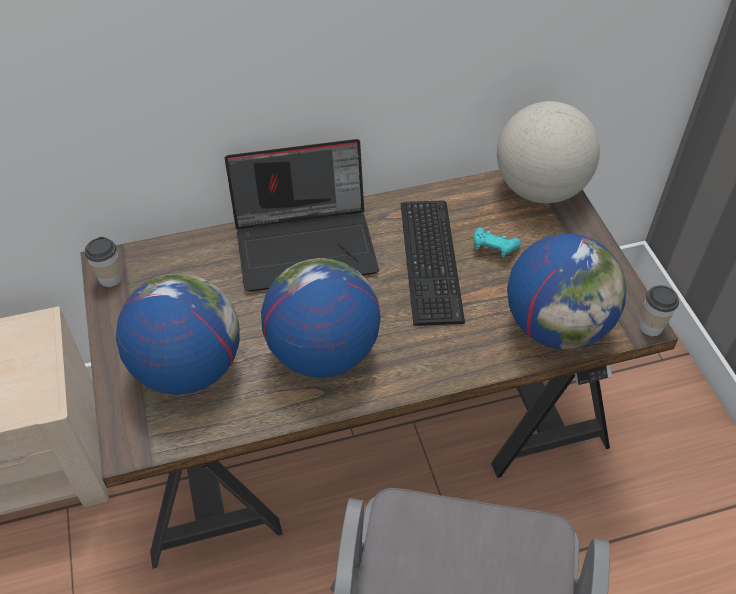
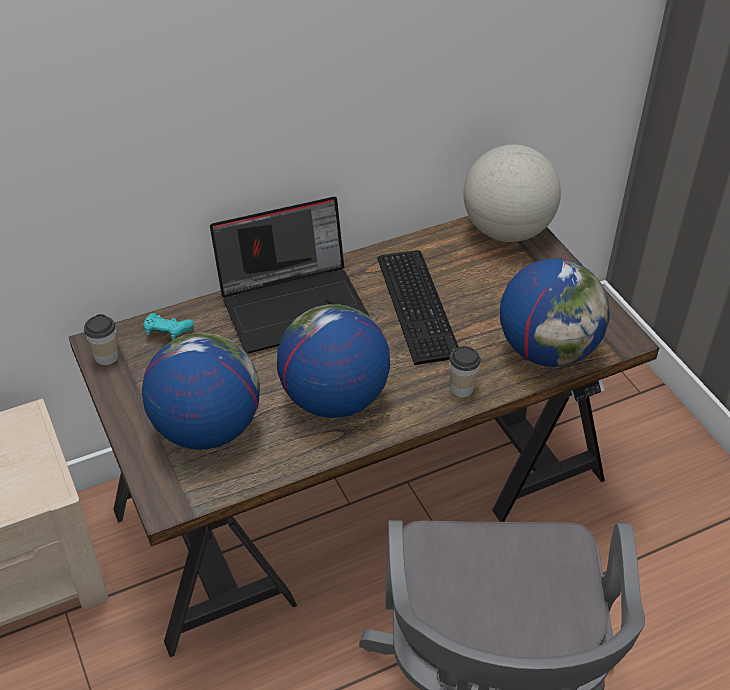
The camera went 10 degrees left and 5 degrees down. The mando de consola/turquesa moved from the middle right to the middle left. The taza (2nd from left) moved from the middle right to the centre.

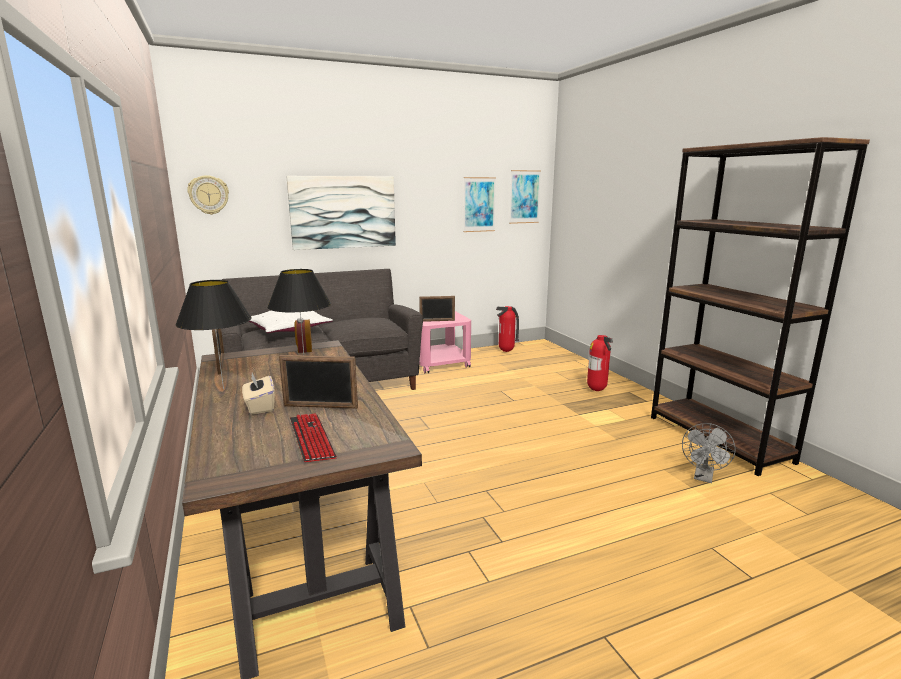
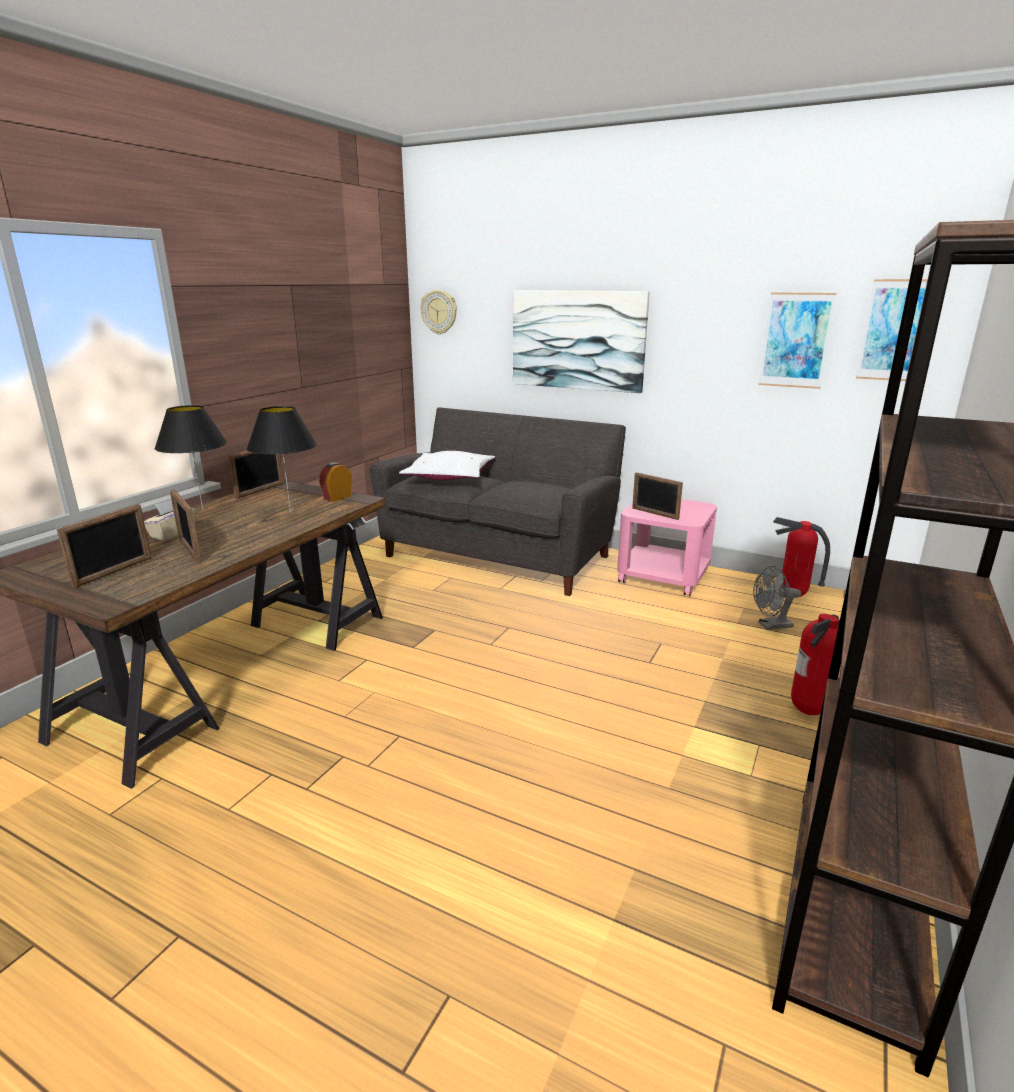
The camera went 50 degrees right and 5 degrees up. The ventilador/gris moved from the bottom right to the middle right. The teclado at the centre was replaced by the portarretratos (1st from left) at the middle left.

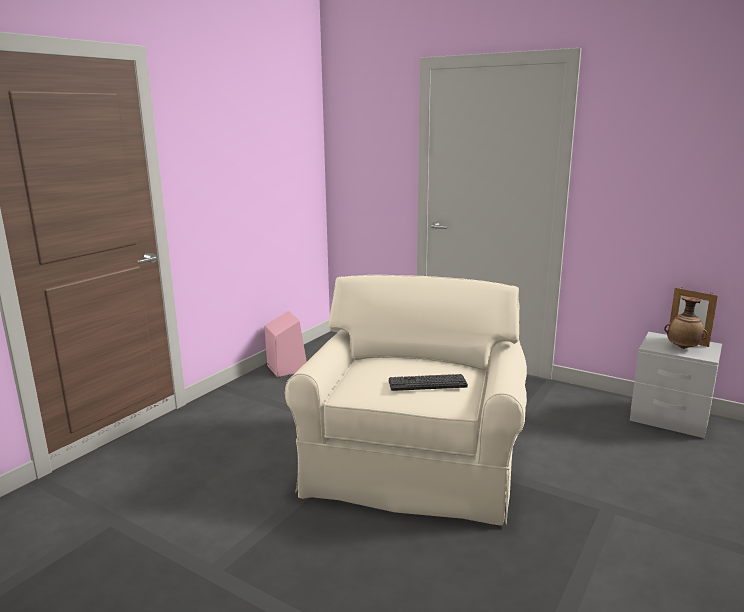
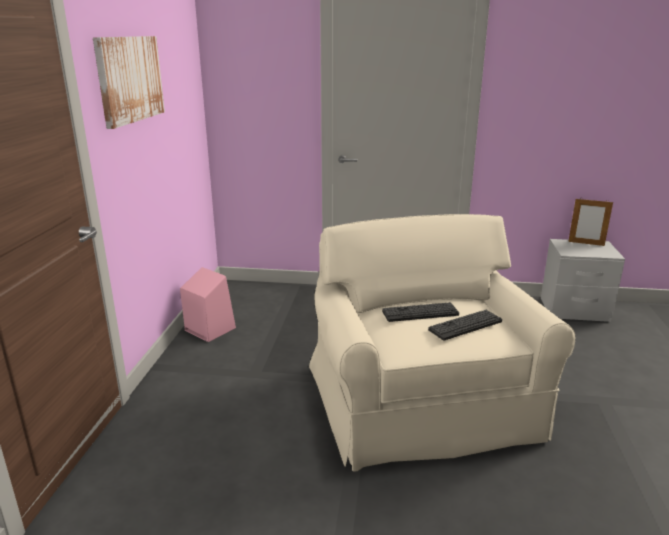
The camera went 25 degrees left and 5 degrees up. The florero at the middle right disappeared. The cuadro at the top left appeared. The teclado (1st from left) at the centre appeared.

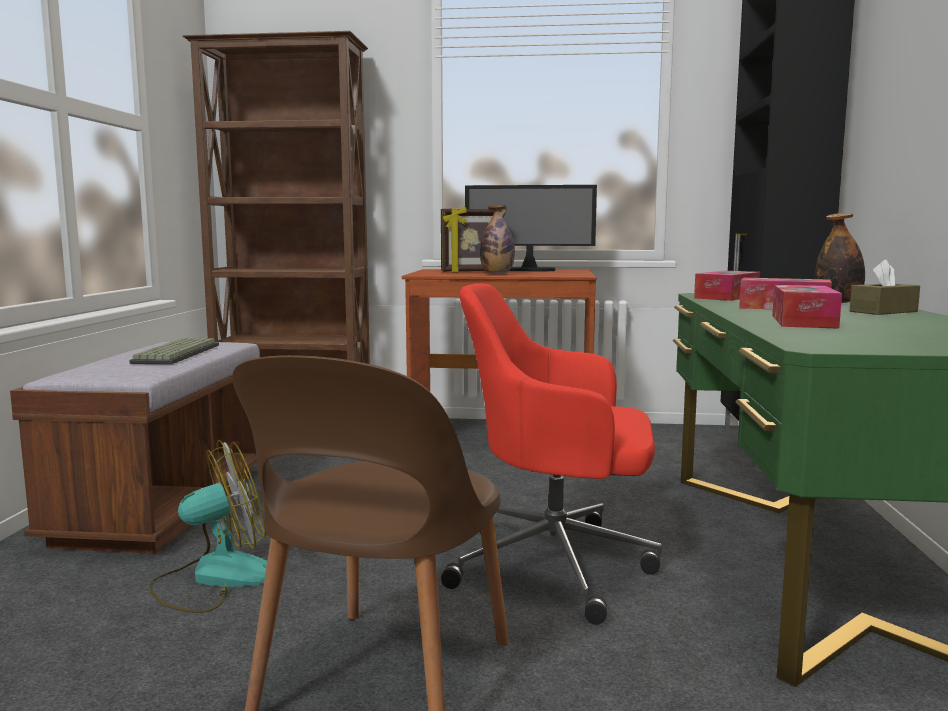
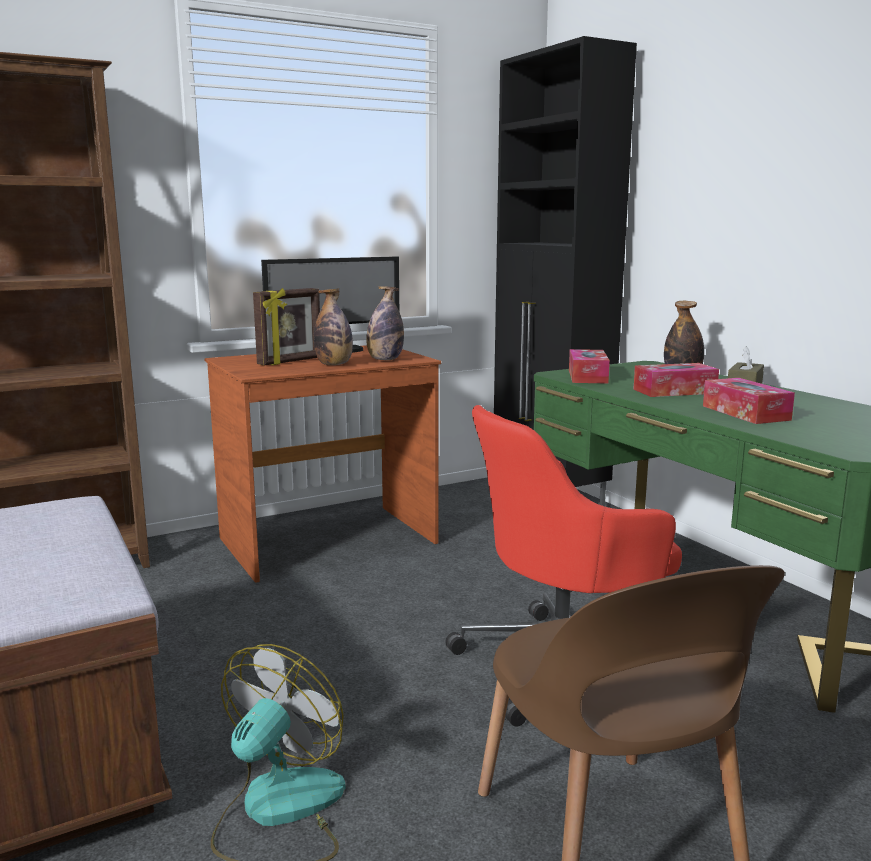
The camera went 35 degrees left and 5 degrees up. The teclado at the middle left disappeared. The botella (2nd from left) at the centre appeared.

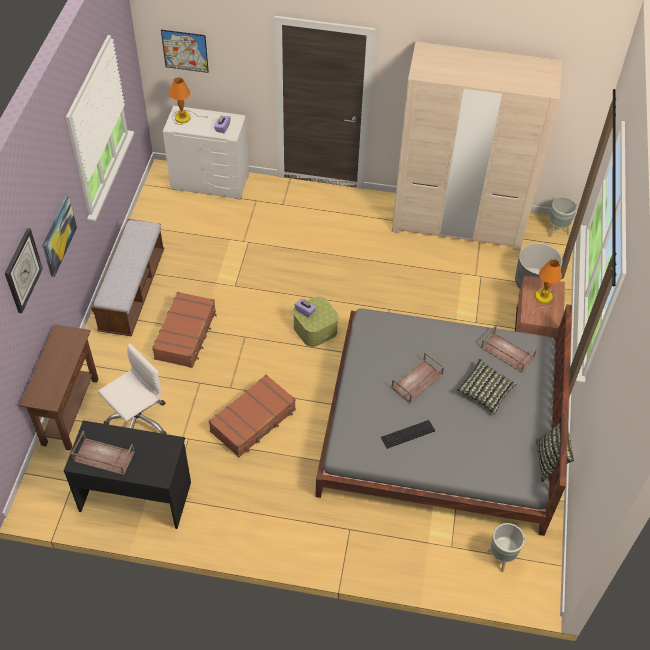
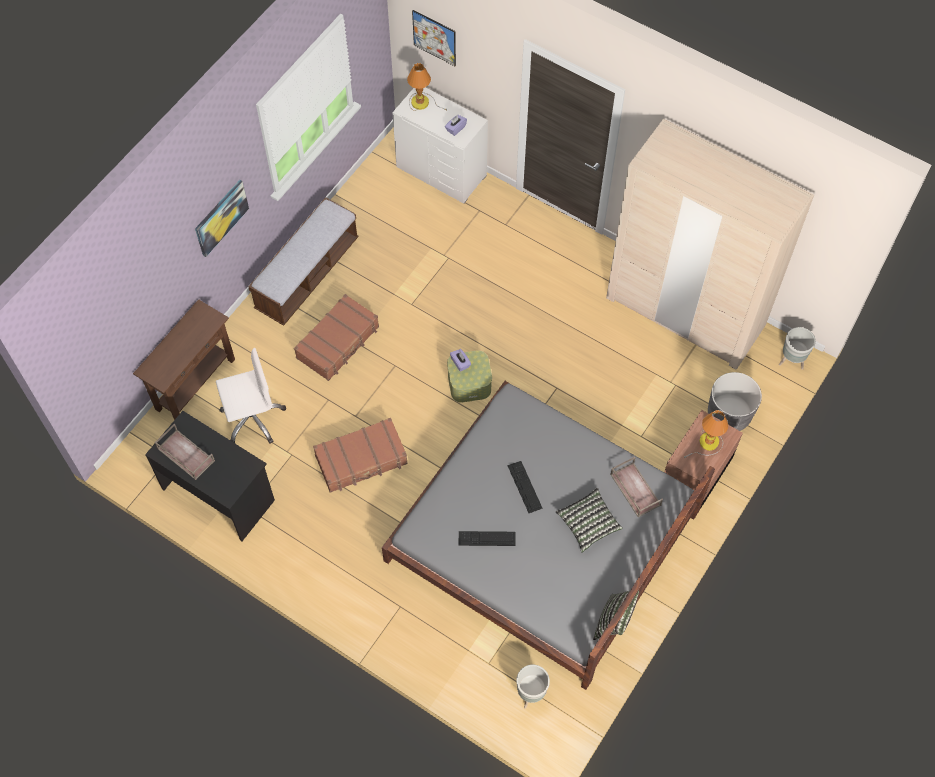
The camera went 25 degrees right and 10 degrees up. The reloj de pared at the middle left disappeared. The bandeja/marrón (2nd from left) at the centre was replaced by the teclado (2nd from left) at the centre.

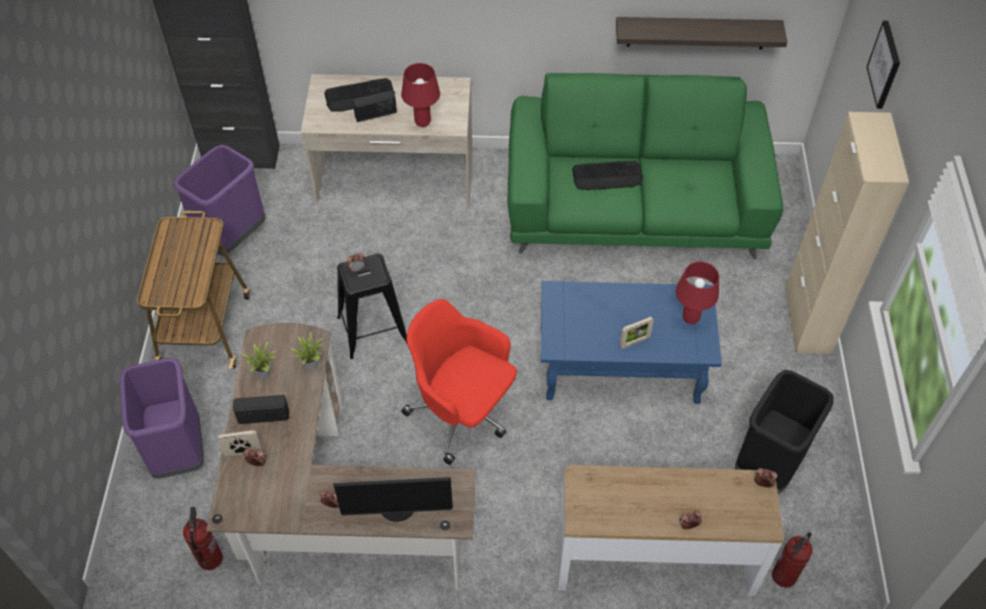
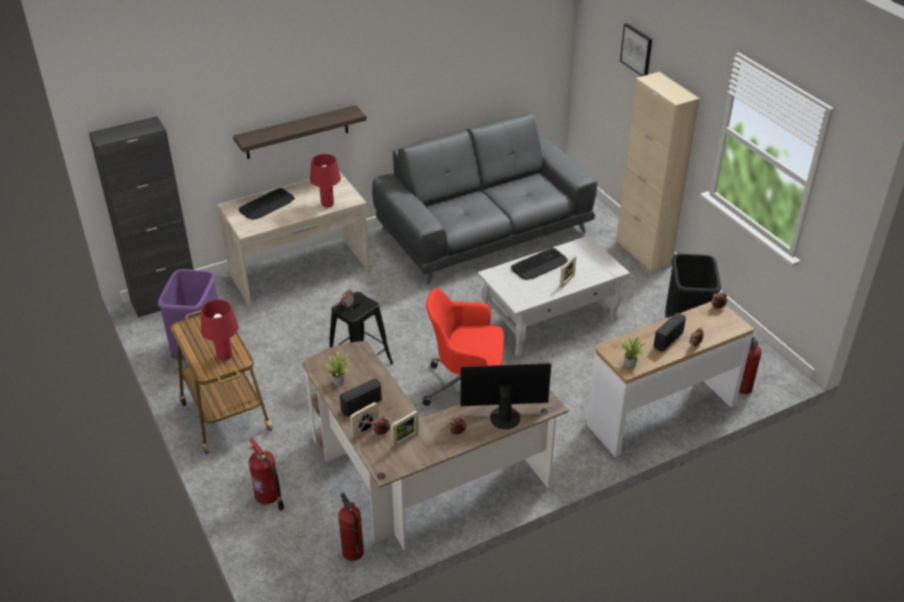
The camera went 30 degrees left and 15 degrees down. The portarretratos (2nd from left) at the bottom centre appeared. The planta en maceta (2nd from left) moved from the middle left to the middle right. The radio (2nd from left) moved from the top centre to the middle right. The teclado (2nd from left) moved from the top centre to the centre. The estante moved from the top right to the top left. The lámpara de mesa/rojo (2nd from left in the first image) moved from the middle right to the middle left. The papelera/morado (1st from left) at the bottom left was replaced by the extintor (1st from left) at the bottom left. The sofá/verde at the top centre became the sofá/gris at the top centre. The mesa de centro/azul at the centre became the mesa de centro/blanco at the centre. The monitor at the bottom centre turned 150 degrees counterclockwise.

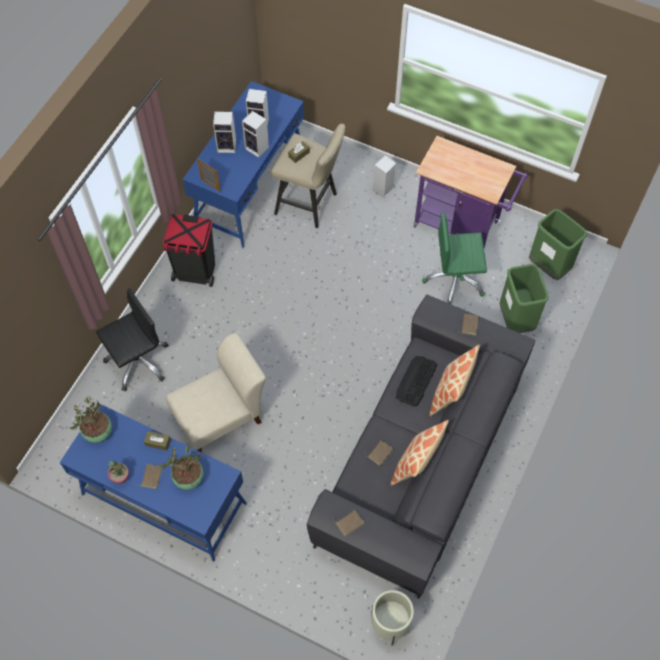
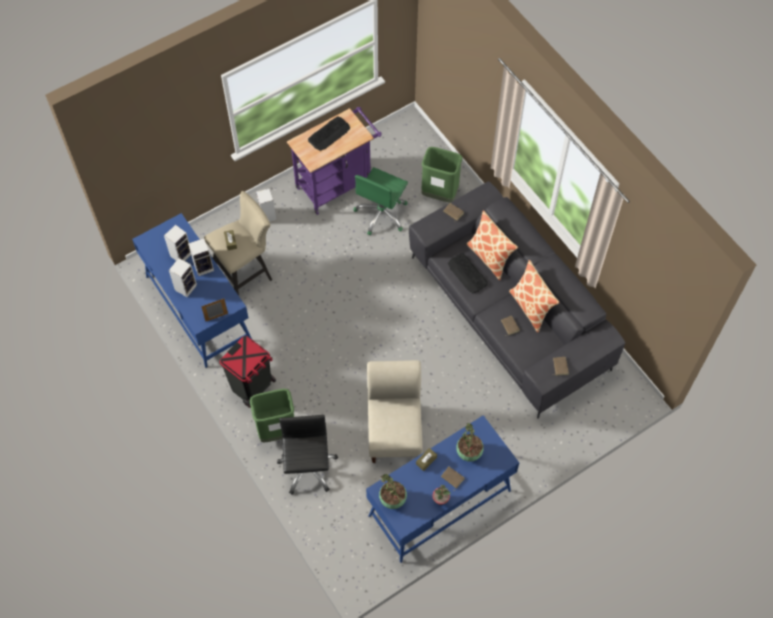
The camera went 60 degrees left and 0 degrees up. The maceta/beis at the bottom centre disappeared. The teclado (1st from left) at the top centre appeared. The papelera/verde (2nd from left in the first image) moved from the middle right to the bottom centre.

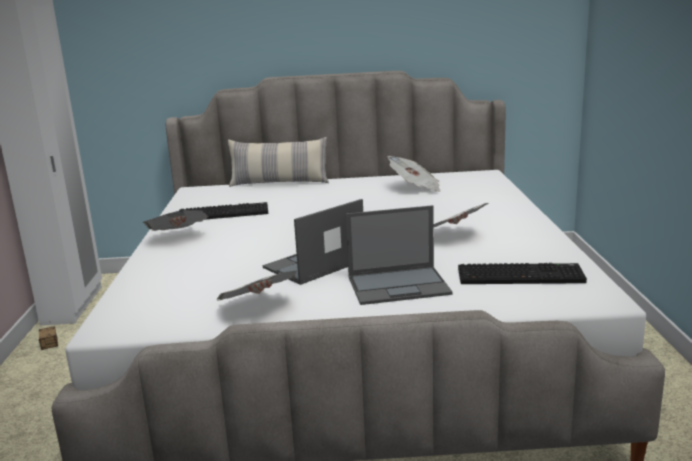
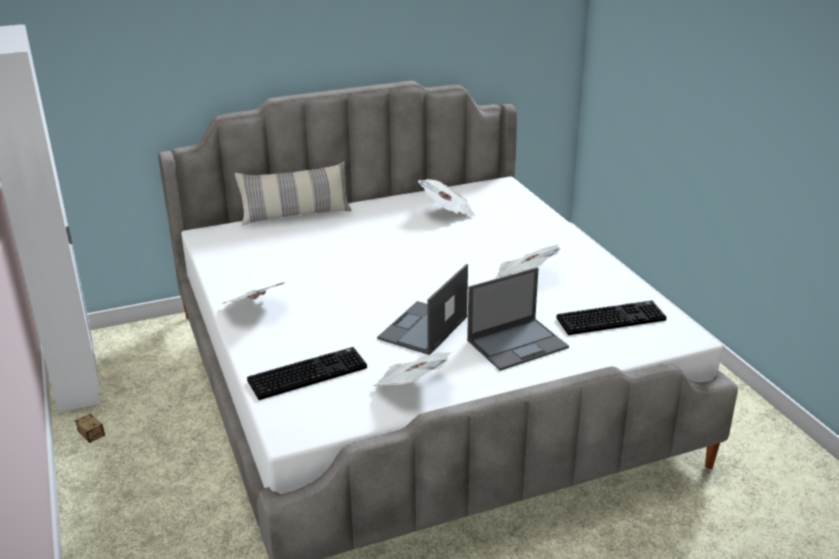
The camera went 20 degrees left and 10 degrees up. The teclado (1st from left) moved from the middle left to the bottom centre.

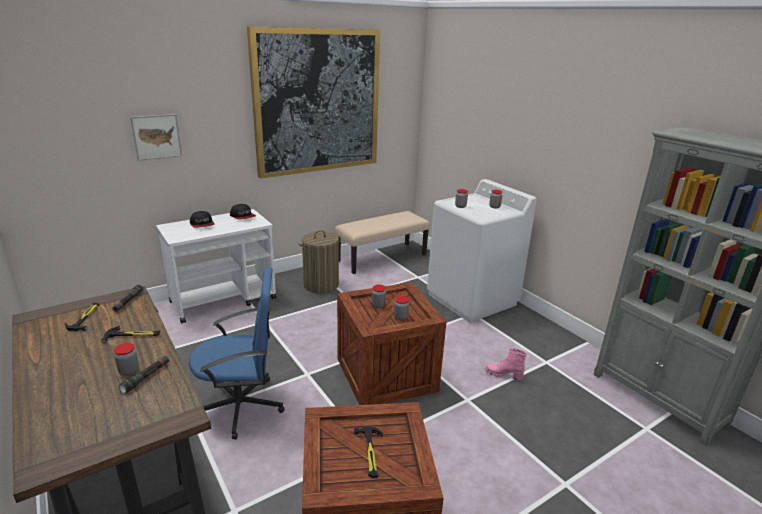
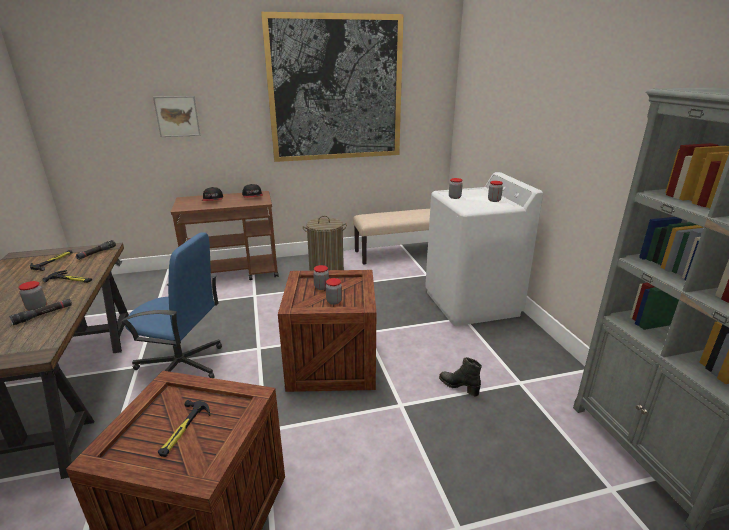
The camera went 20 degrees right and 0 degrees up. The carrito/blanco at the middle left became the carrito/marrón at the middle left. The bota/rosa at the bottom centre became the bota/negro at the bottom centre.

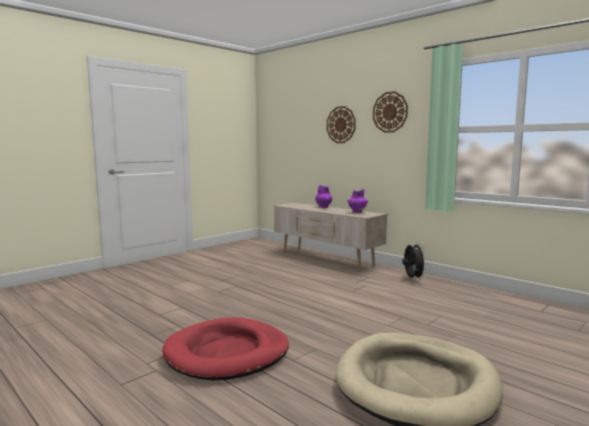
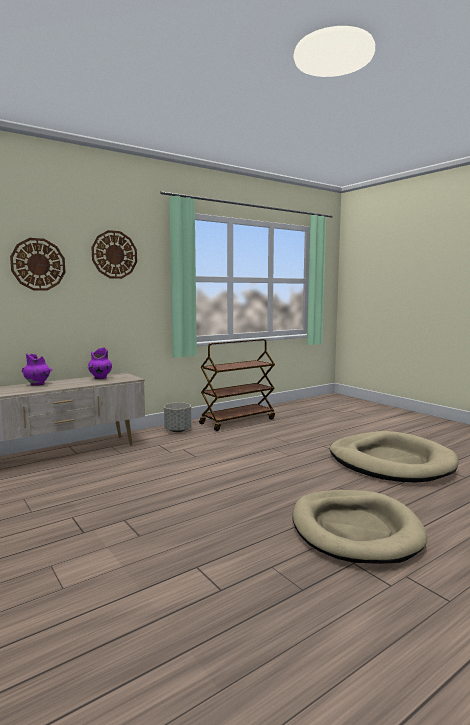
The camera went 80 degrees left and 0 degrees up. The carrito/marrón at the centre appeared. The ventilador/negro at the middle right was replaced by the maceta/gris at the centre. The cama para perro/rojo at the bottom centre became the cama para perro/beis (1st from left) at the bottom right.

